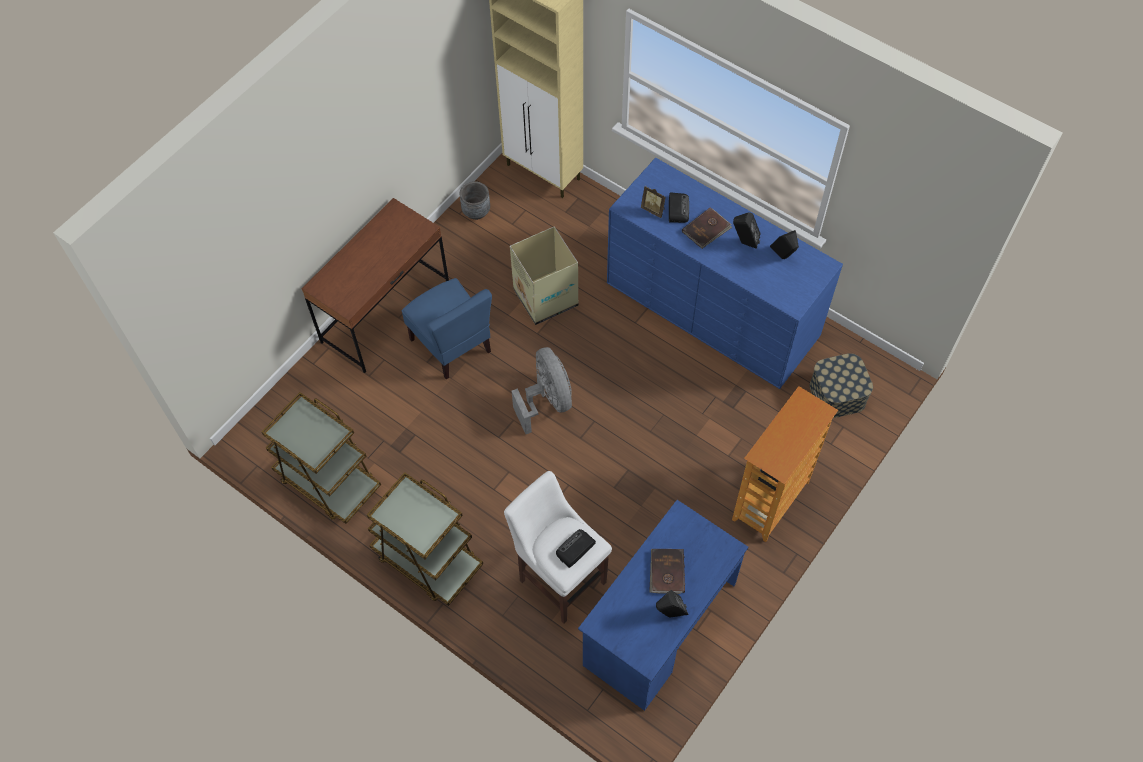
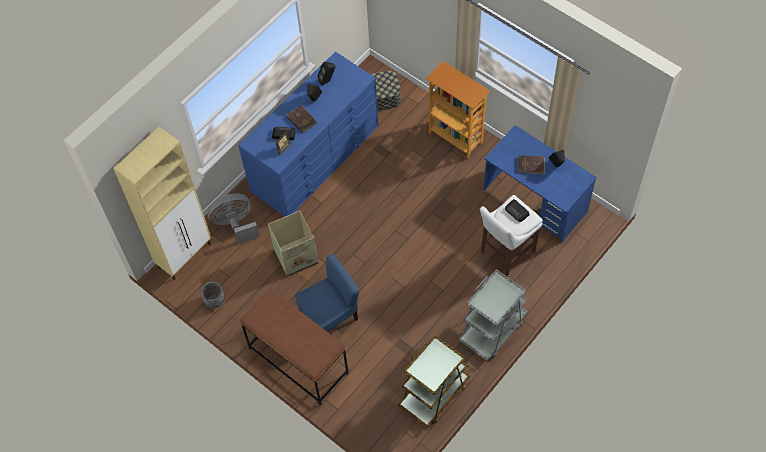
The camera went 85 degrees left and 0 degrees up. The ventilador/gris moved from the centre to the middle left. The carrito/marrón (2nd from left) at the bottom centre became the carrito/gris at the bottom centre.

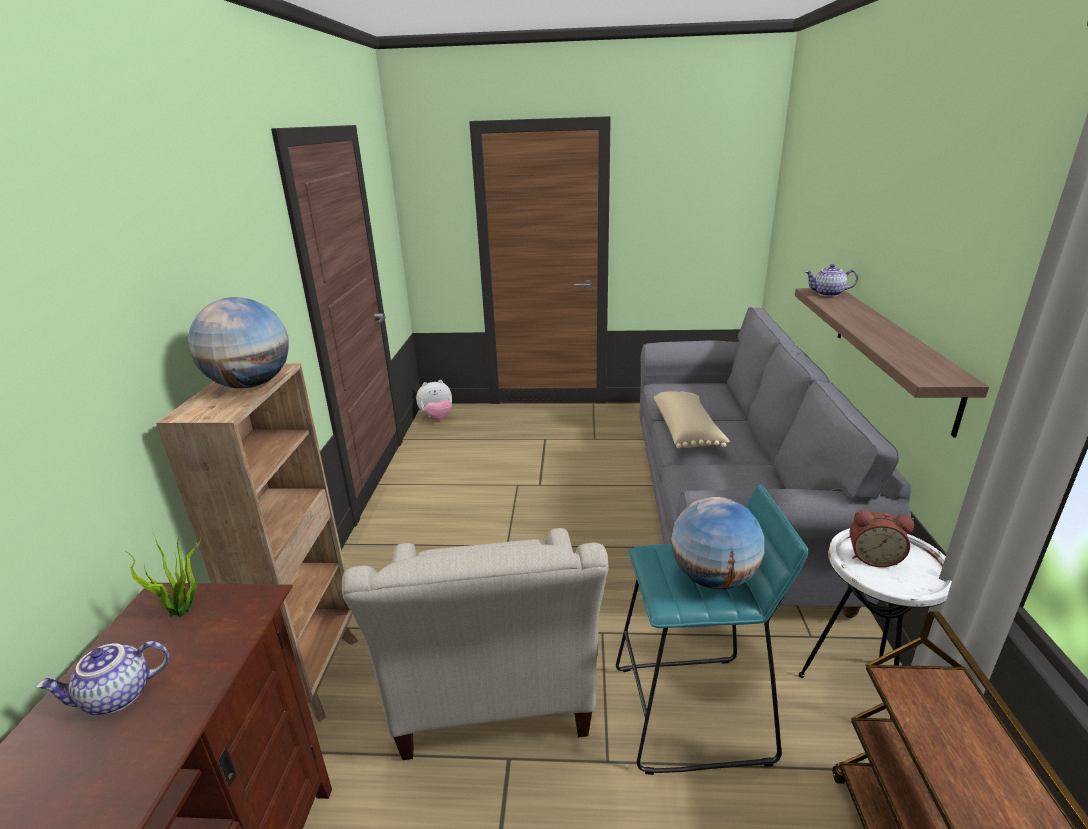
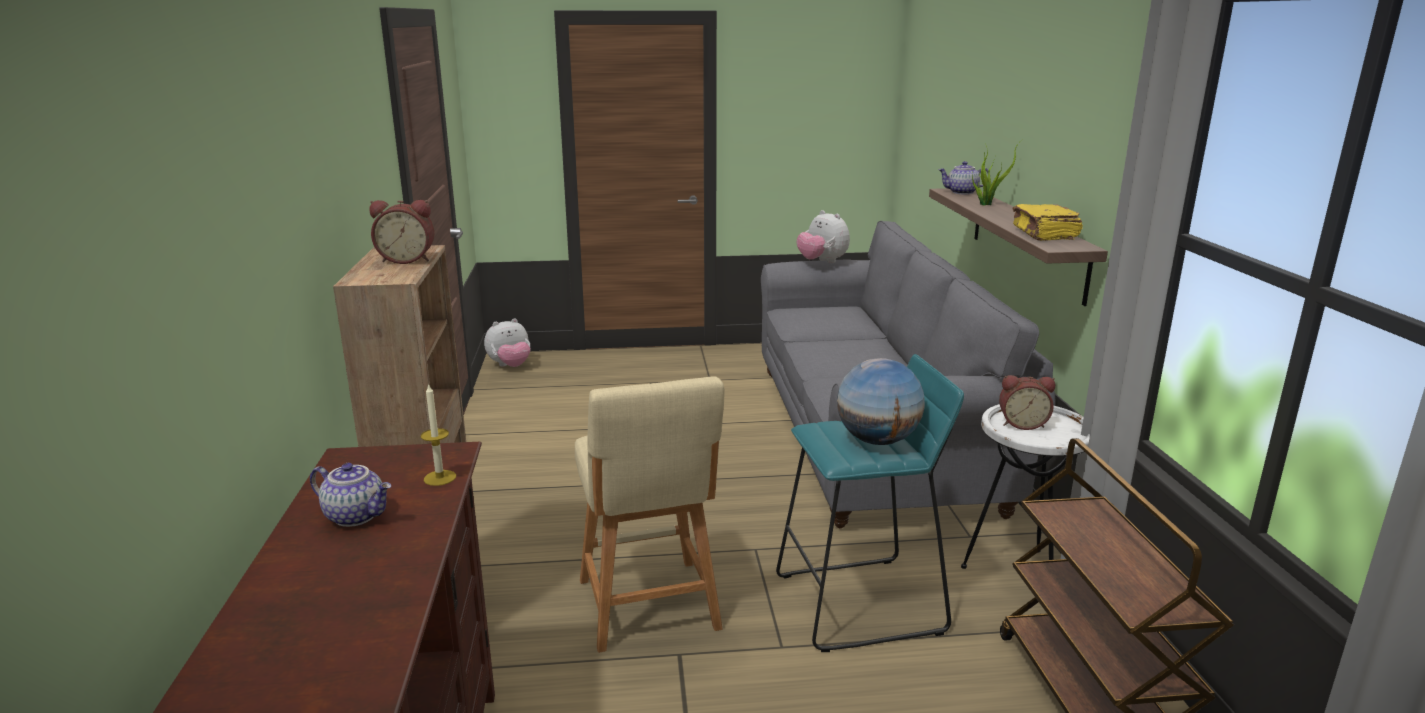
The camera went 10 degrees left and 5 degrees down. The cojín/beis at the centre disappeared. The vela at the middle left appeared. The peluche (2nd from left) at the top centre appeared. The libro/amarillo at the top right appeared. The planta en maceta moved from the bottom left to the top right. The globo terráqueo (1st from left) at the middle left was replaced by the despertador (1st from left) at the top left. The sillón/beis at the bottom centre was replaced by the taburete/beis at the bottom centre. The tetera (1st from left) at the bottom left turned 120 degrees counterclockwise.

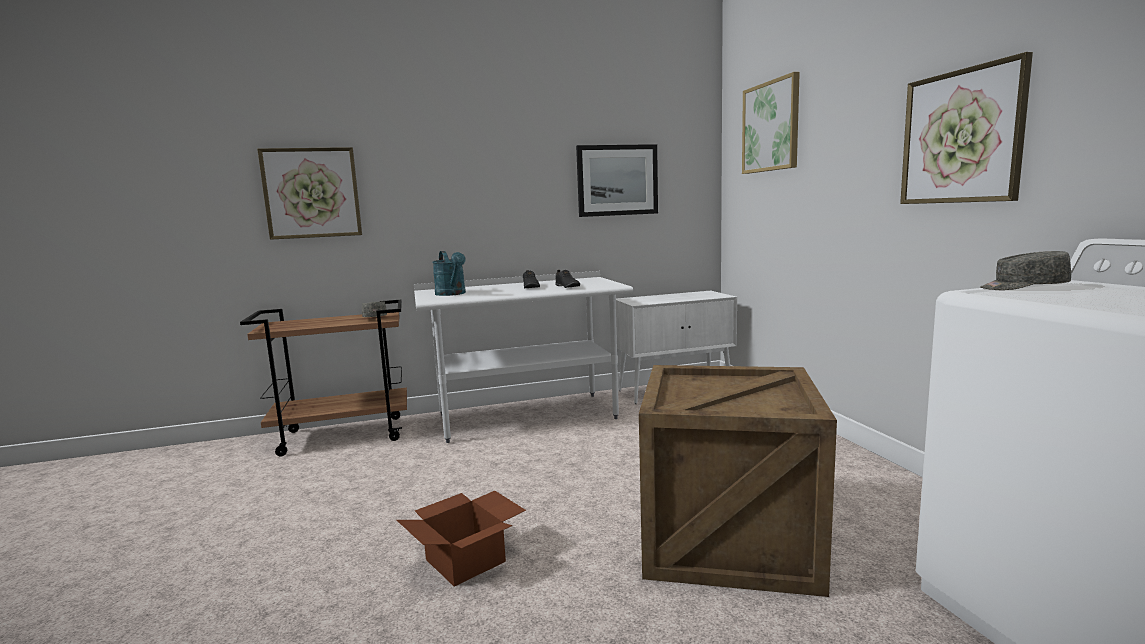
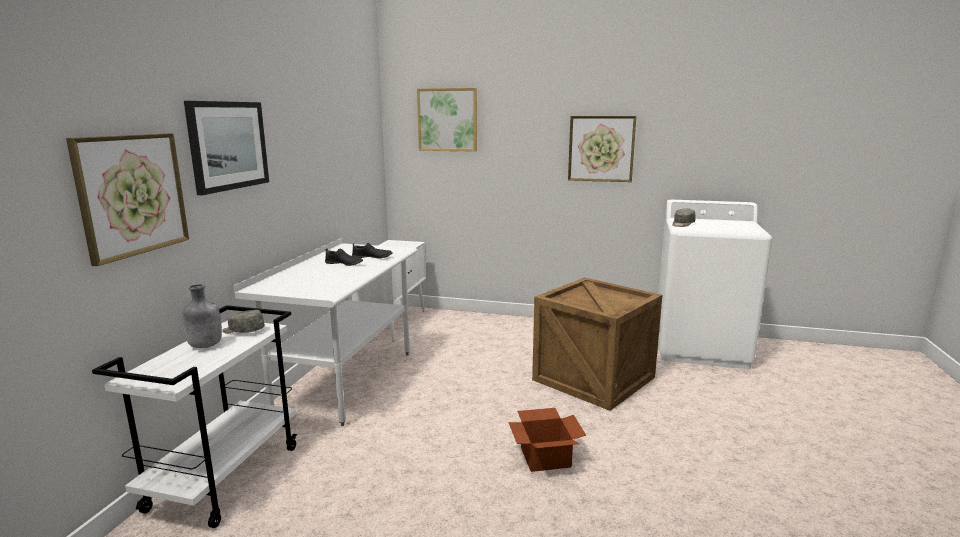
The camera went 60 degrees left and 5 degrees up. The regadera/turquesa at the centre disappeared. The botella/gris at the middle left appeared. The cuadro (2nd from left) moved from the top centre to the top left. The carrito/marrón at the middle left became the carrito/blanco at the bottom left.

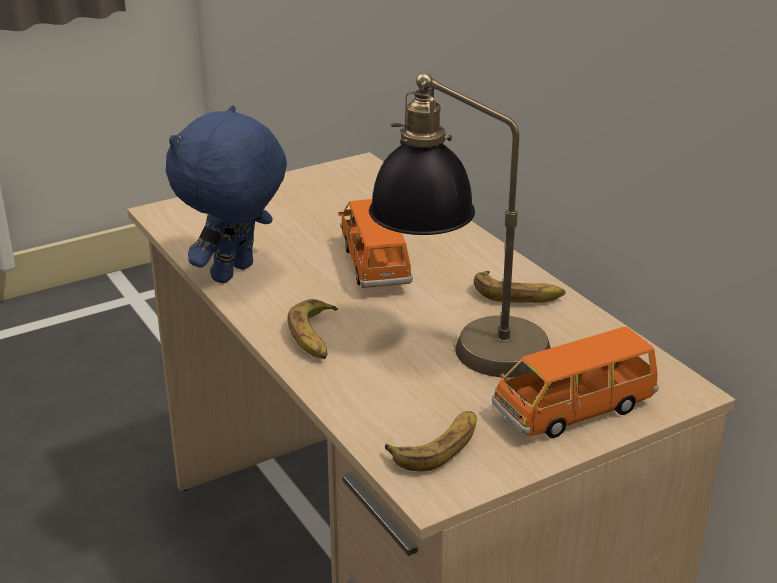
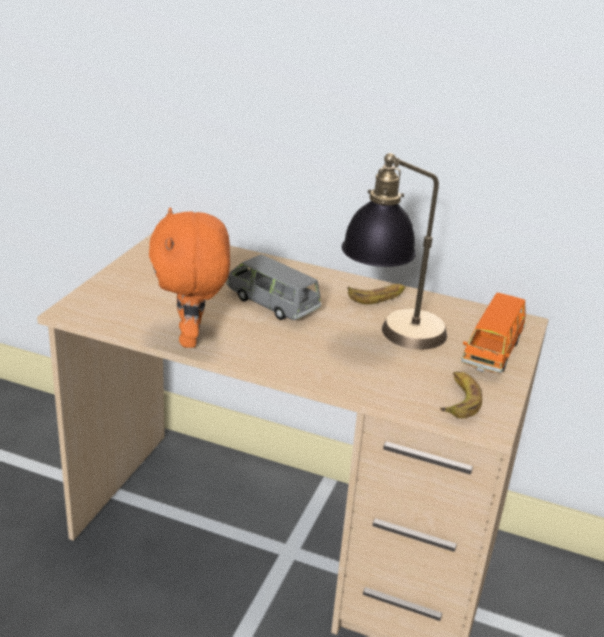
The camera went 40 degrees left and 0 degrees up. The plátano (1st from left) at the centre disappeared. The peluche/azul at the top left became the peluche/naranja at the middle left. The coche de juguete/naranja (1st from left) at the centre became the coche de juguete/gris at the centre.

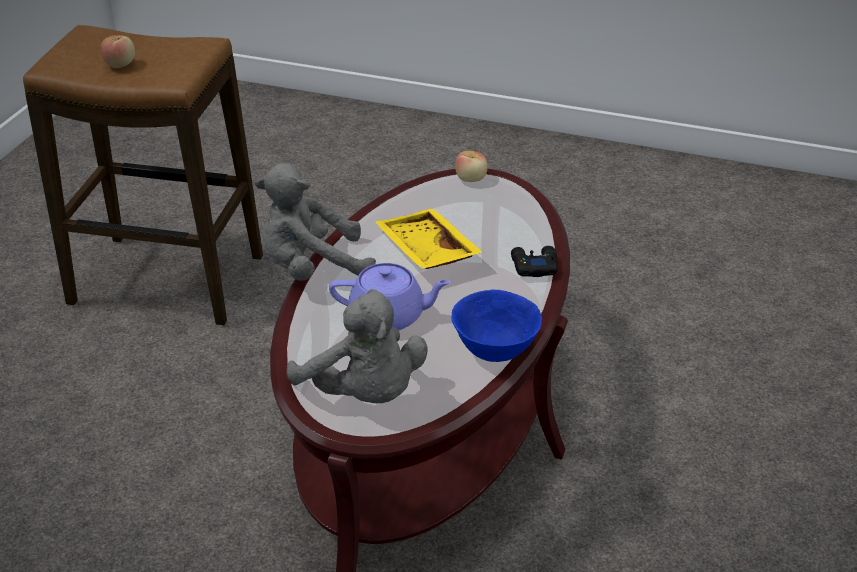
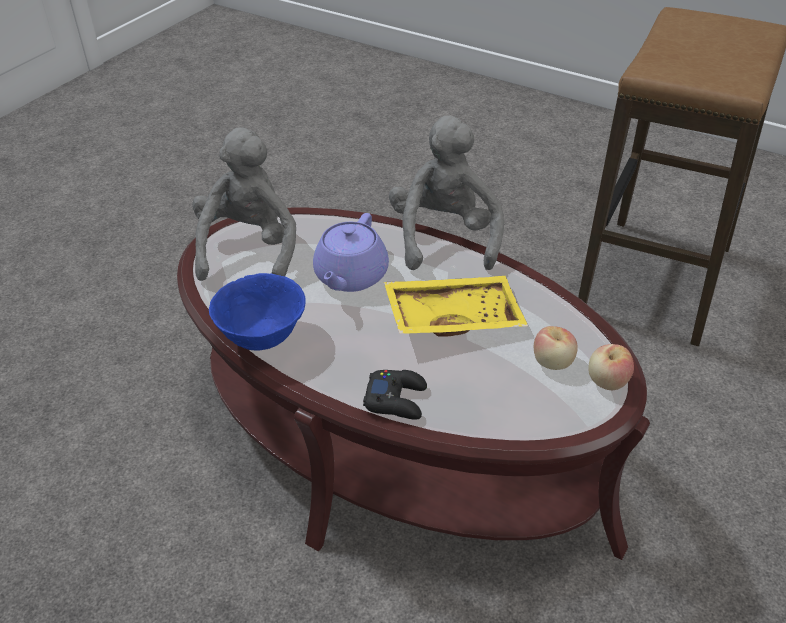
The camera went 105 degrees right and 5 degrees up. The manzana (1st from left) moved from the top left to the middle right. The peluche/gris (2nd from left in the first image) at the centre turned 120 degrees clockwise.

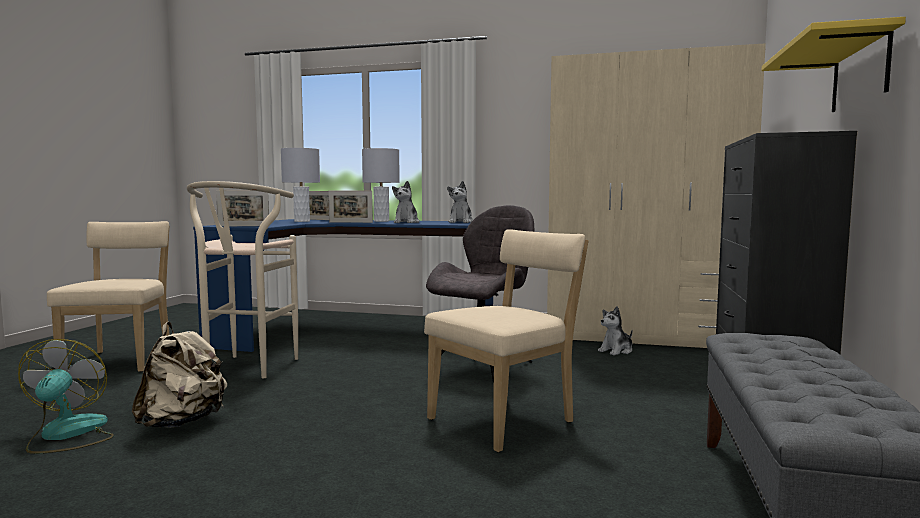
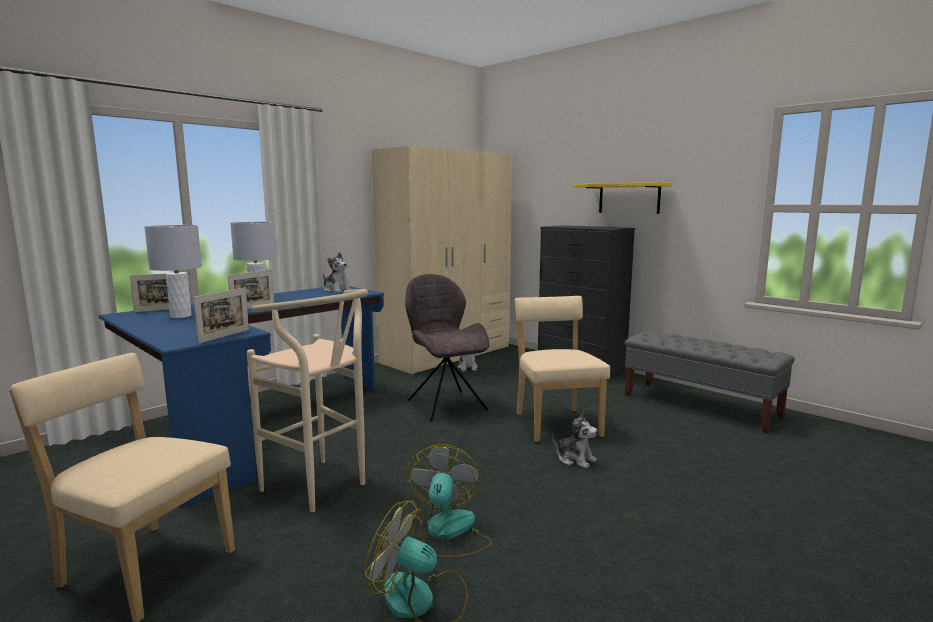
The camera went 60 degrees left and 5 degrees up. The peluche (1st from left in the first image) moved from the centre to the bottom centre. The mochila/beis at the bottom left was replaced by the ventilador (2nd from left) at the bottom centre.

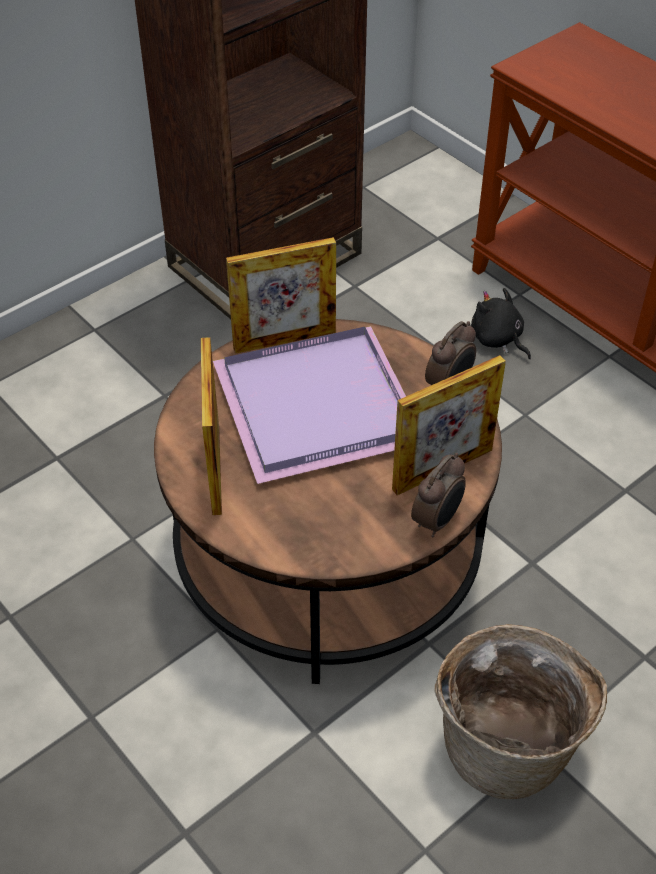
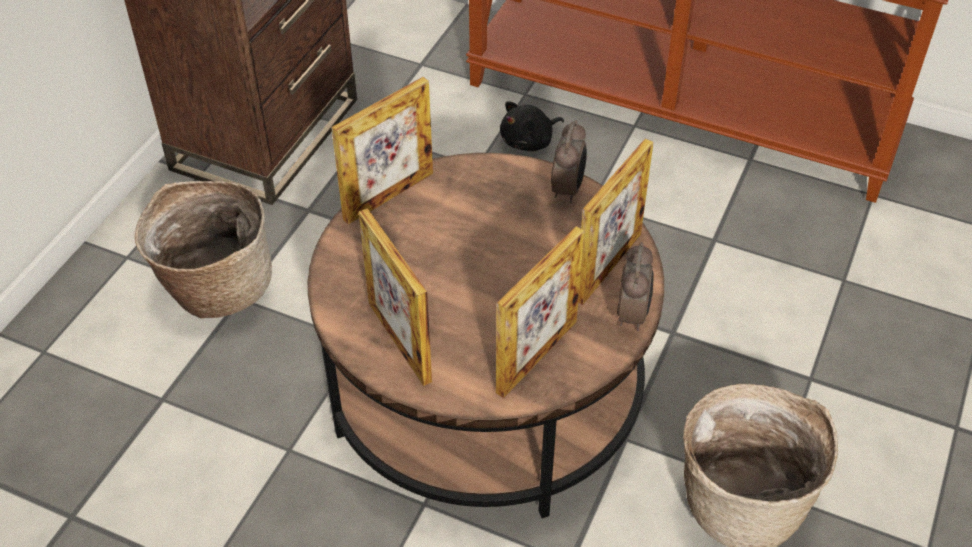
The camera went 25 degrees left and 0 degrees up. The bandeja/morado at the centre disappeared. The cesta (1st from left) at the middle left appeared. The portarretratos (3rd from left) at the centre appeared. The peluche/negro at the middle right turned 60 degrees counterclockwise.

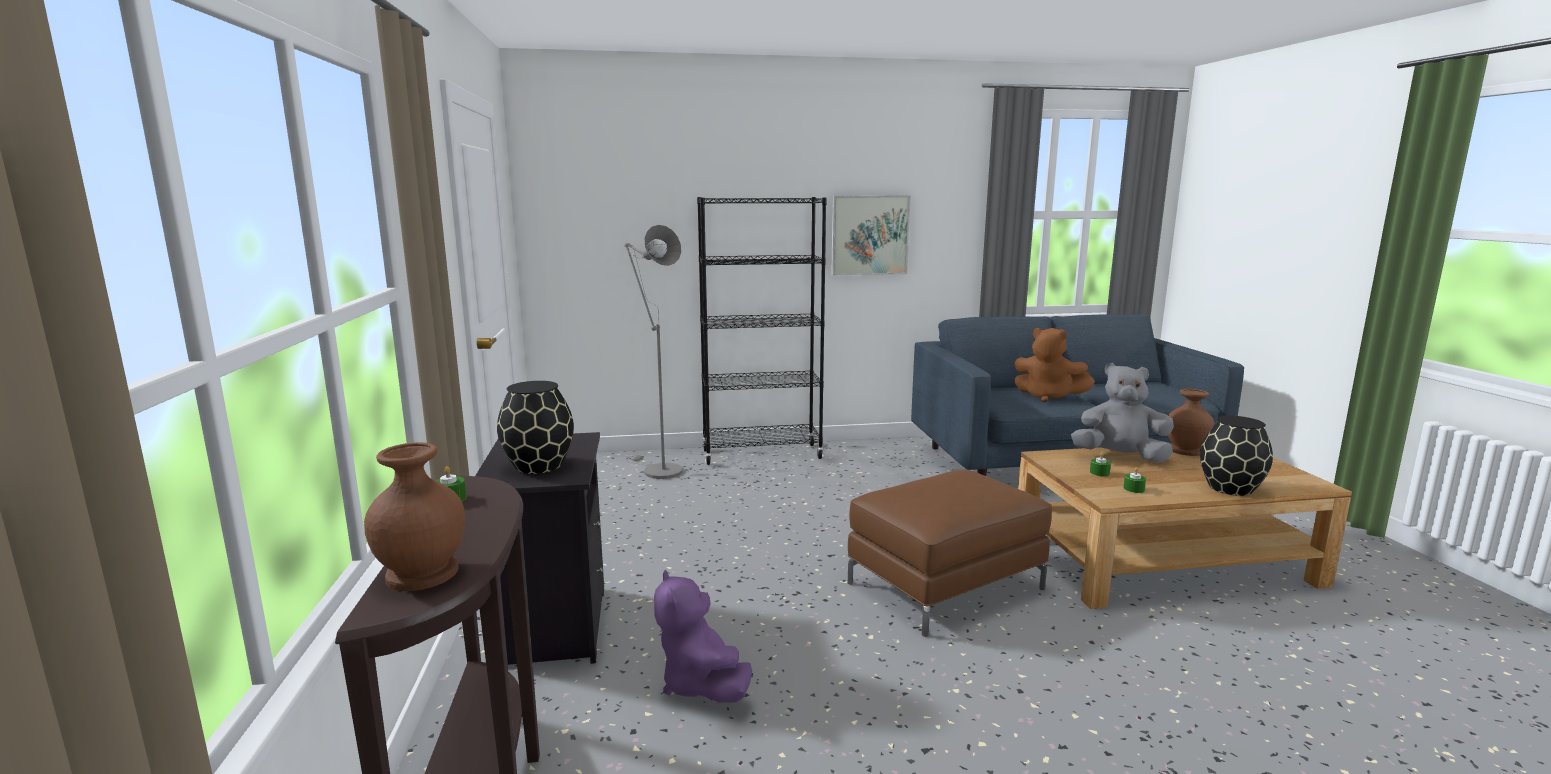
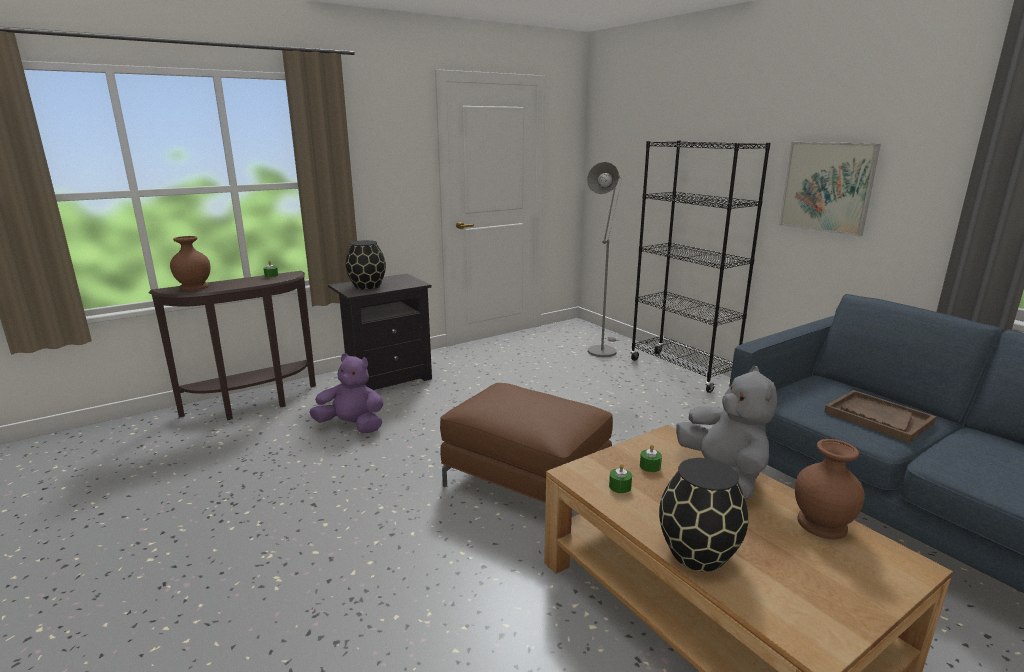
The camera went 65 degrees right and 5 degrees up. The peluche/marrón at the middle right was replaced by the bandeja/marrón at the middle right. The peluche/morado at the bottom centre turned 60 degrees clockwise.

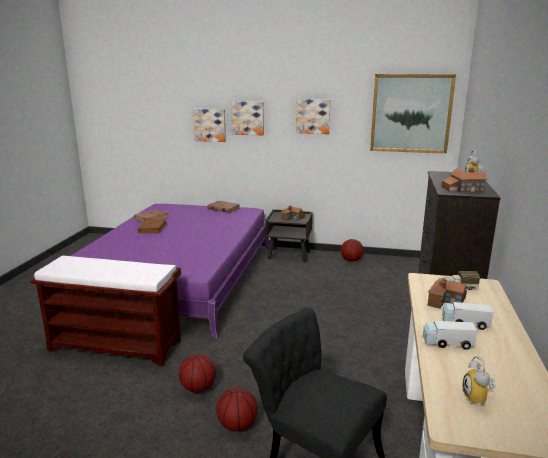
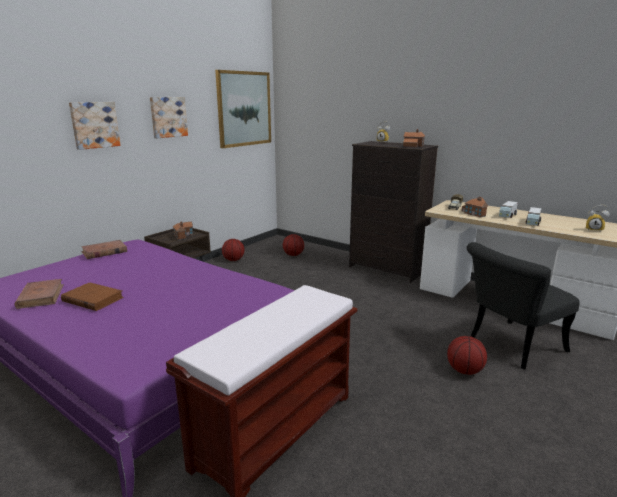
The camera went 65 degrees left and 0 degrees up. The cuadro (1st from left) at the top centre disappeared. The balón de baloncesto (1st from left in the first image) moved from the bottom centre to the centre.

